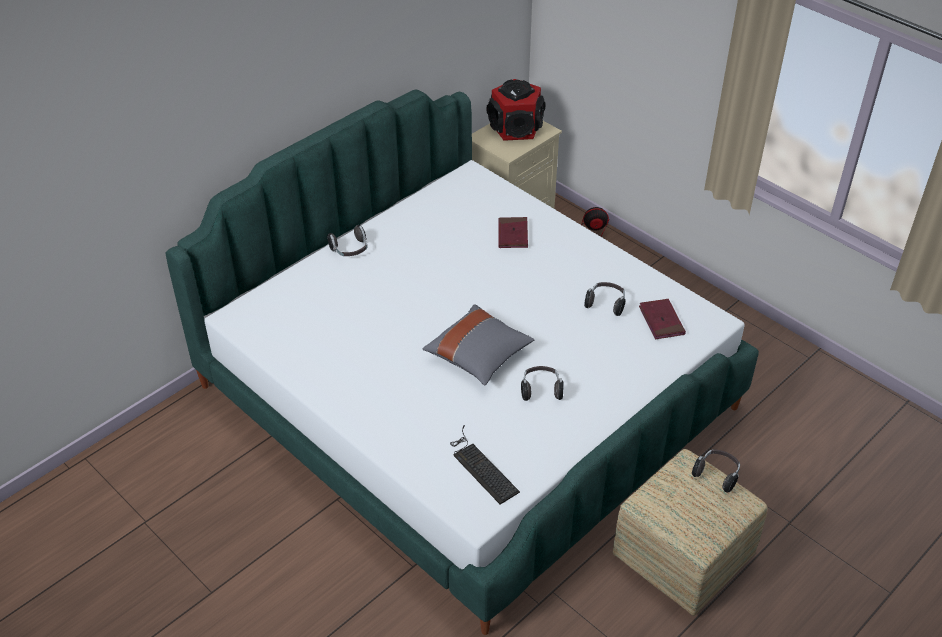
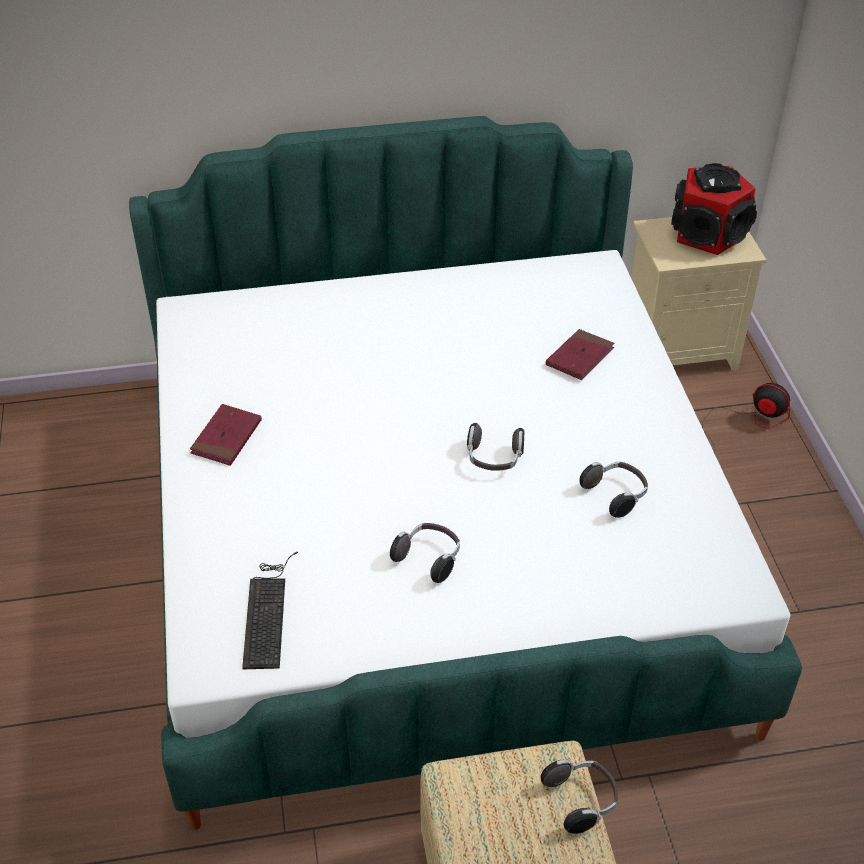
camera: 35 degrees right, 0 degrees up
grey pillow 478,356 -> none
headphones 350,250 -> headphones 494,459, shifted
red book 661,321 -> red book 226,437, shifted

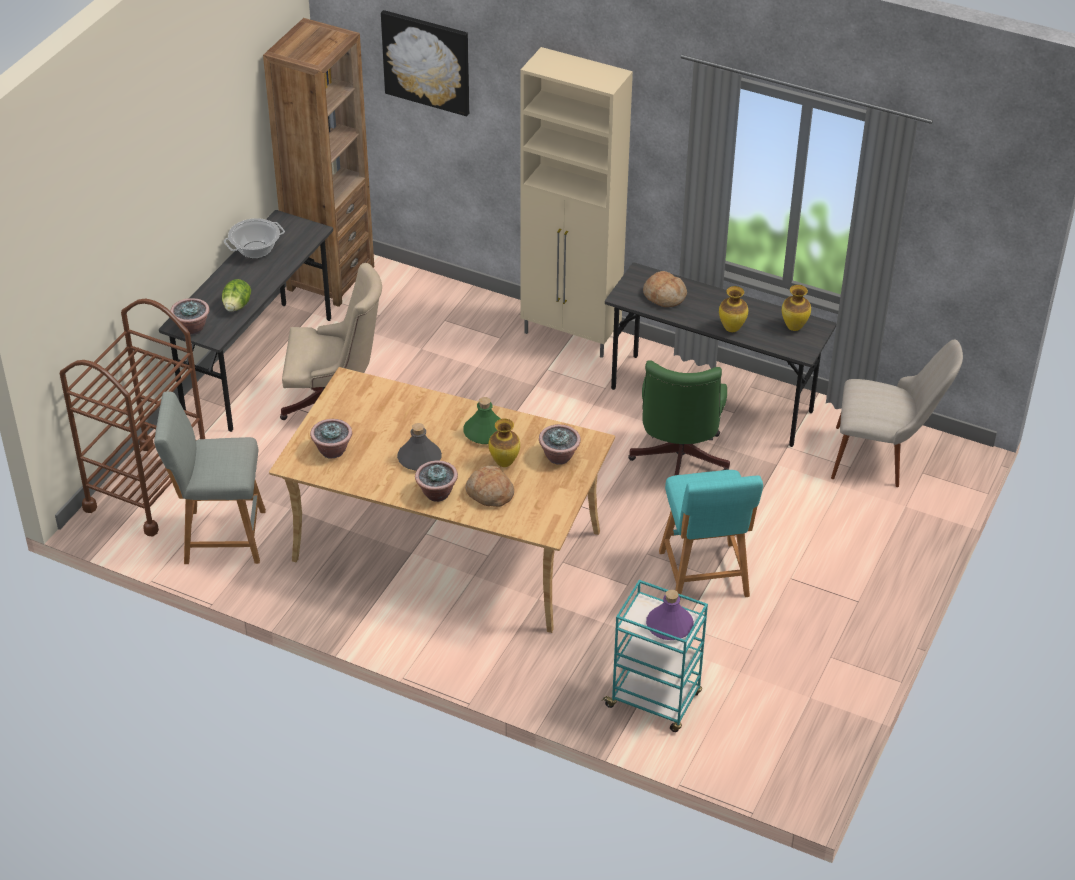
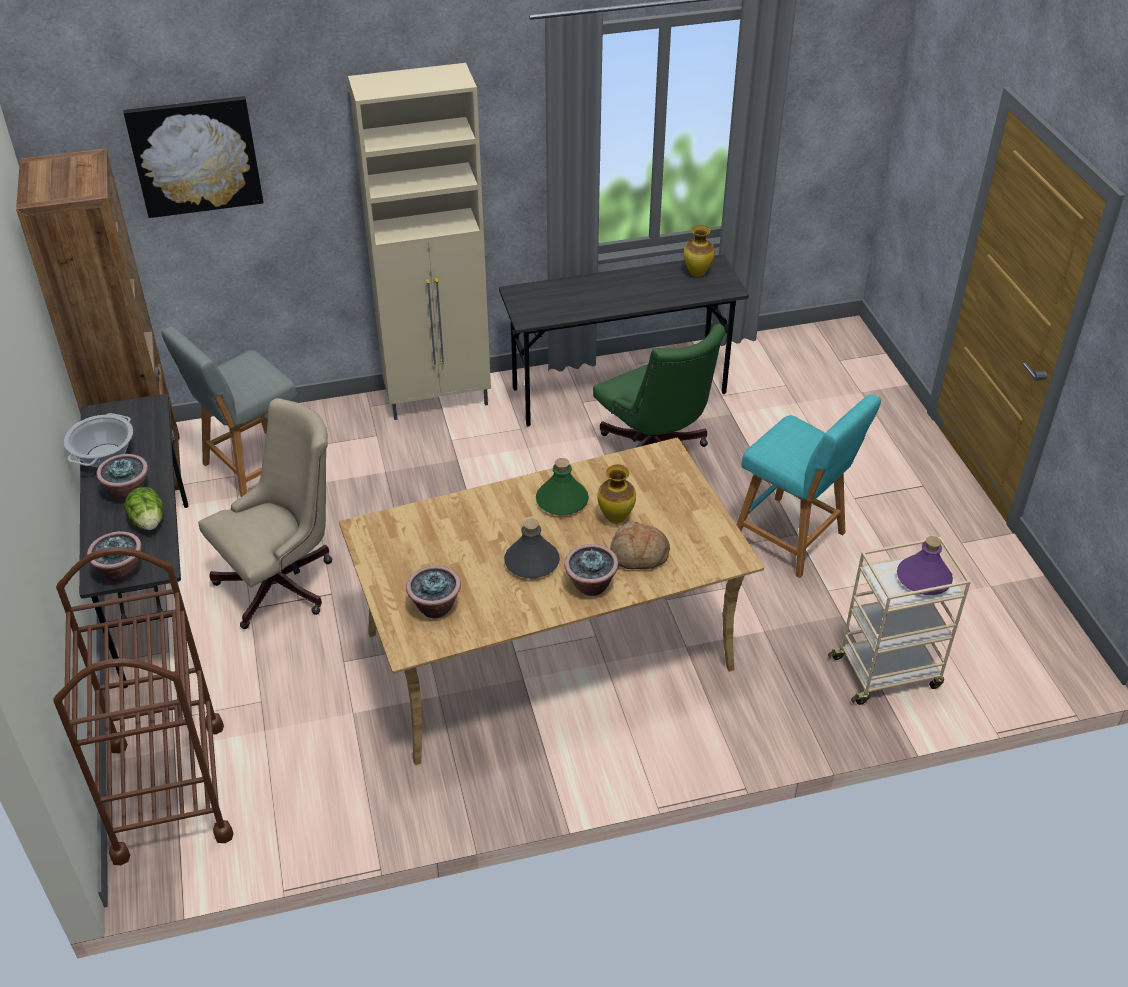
camera: 40 degrees left, 0 degrees up
bread 664,296 -> none
vase 732,328 -> none
beige chair 884,458 -> none
grey stool 219,536 -> grey stool 251,469, shifted
potted plant 559,457 -> potted plant 128,492, shifted
turquoise cart 654,700 -> beige cart 887,672

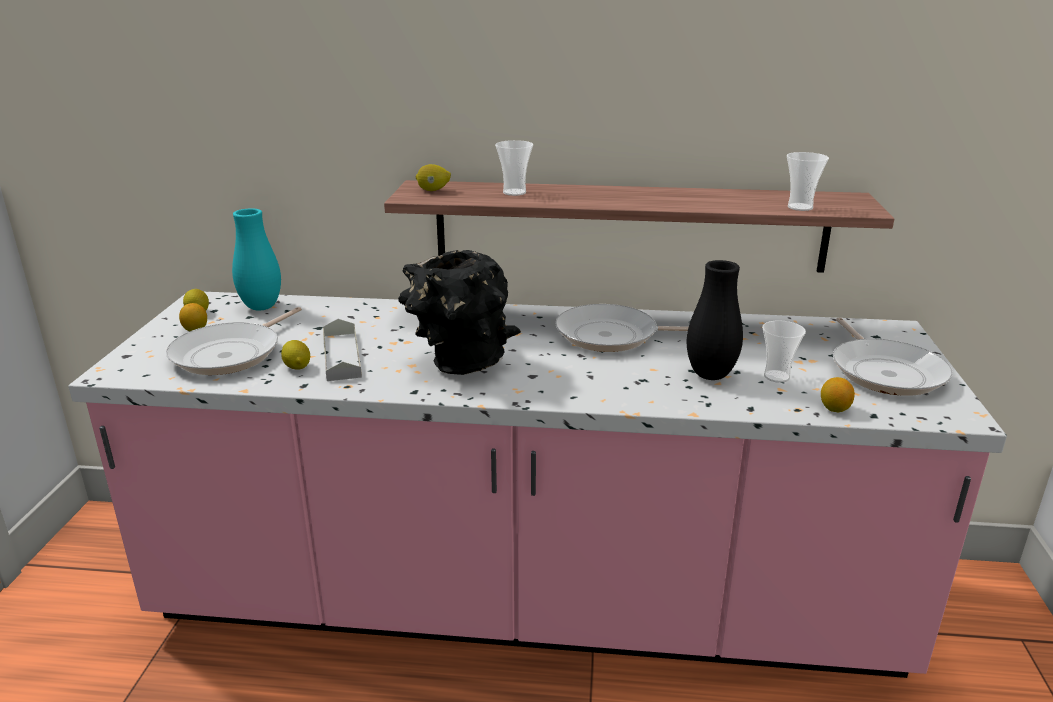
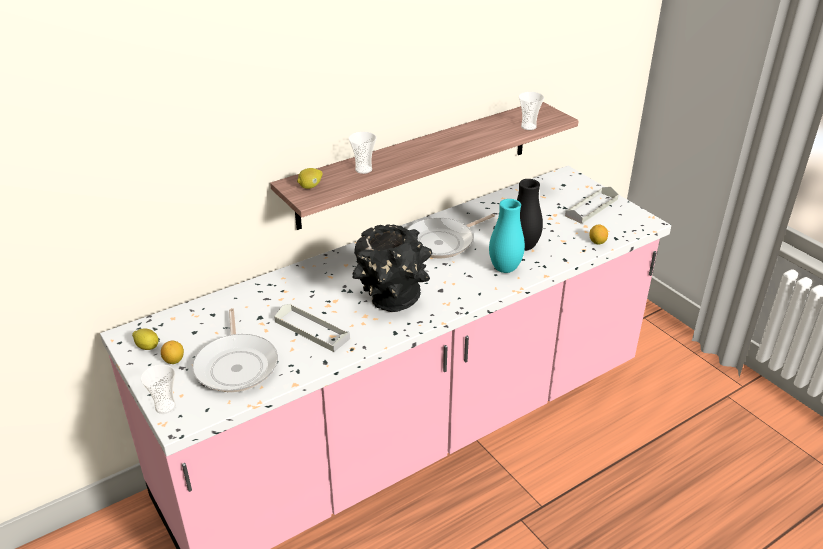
camera: 40 degrees left, 10 degrees up
lemon 297,367 -> none
turquoise vase 261,307 -> turquoise vase 505,268, shifted
cup 776,376 -> cup 165,406, shifted
frying pan 885,371 -> grey tray 591,207

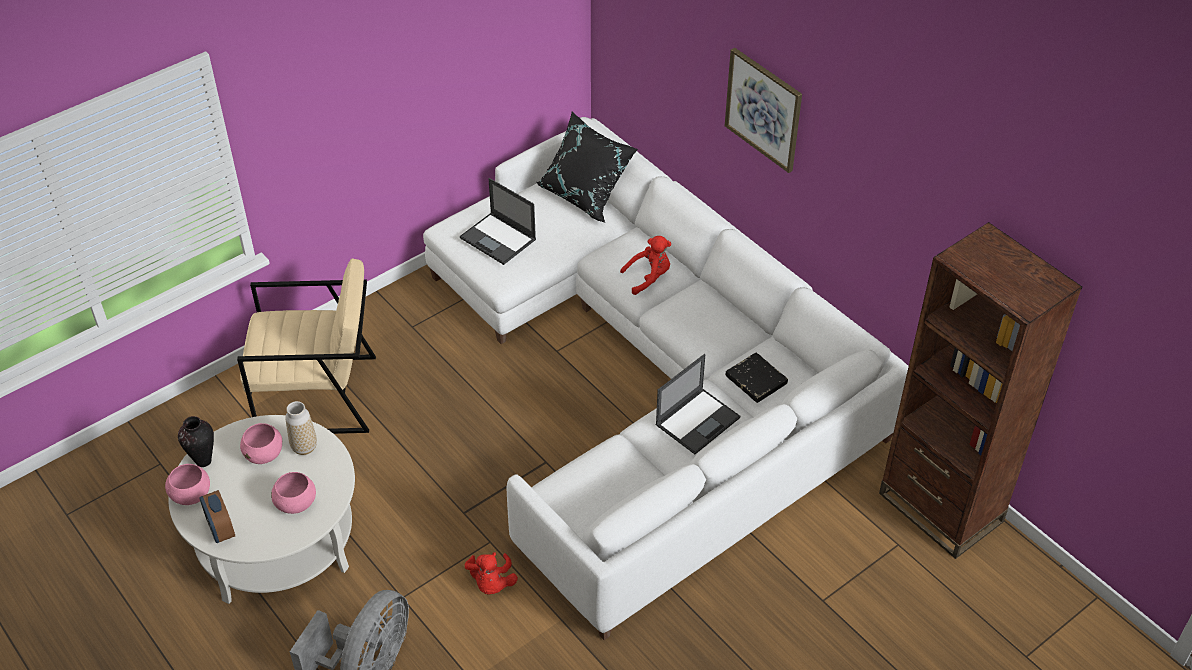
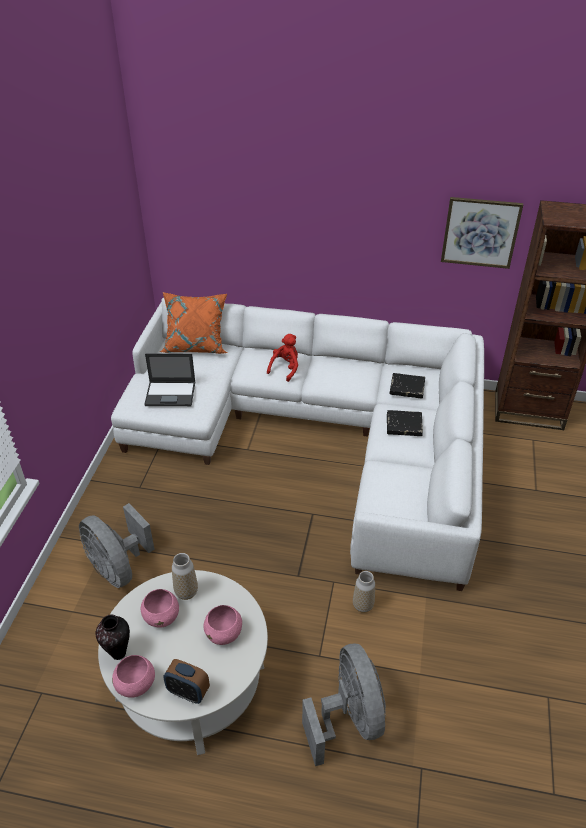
camera: 40 degrees left, 5 degrees down
picture 763,109 -> picture 480,232, shifted
beige armchair 317,395 -> grey fan 118,568
red plush toy 491,583 -> vase 363,605
laptop 698,420 -> black book 404,425
black pillow 585,194 -> orange pillow 196,345

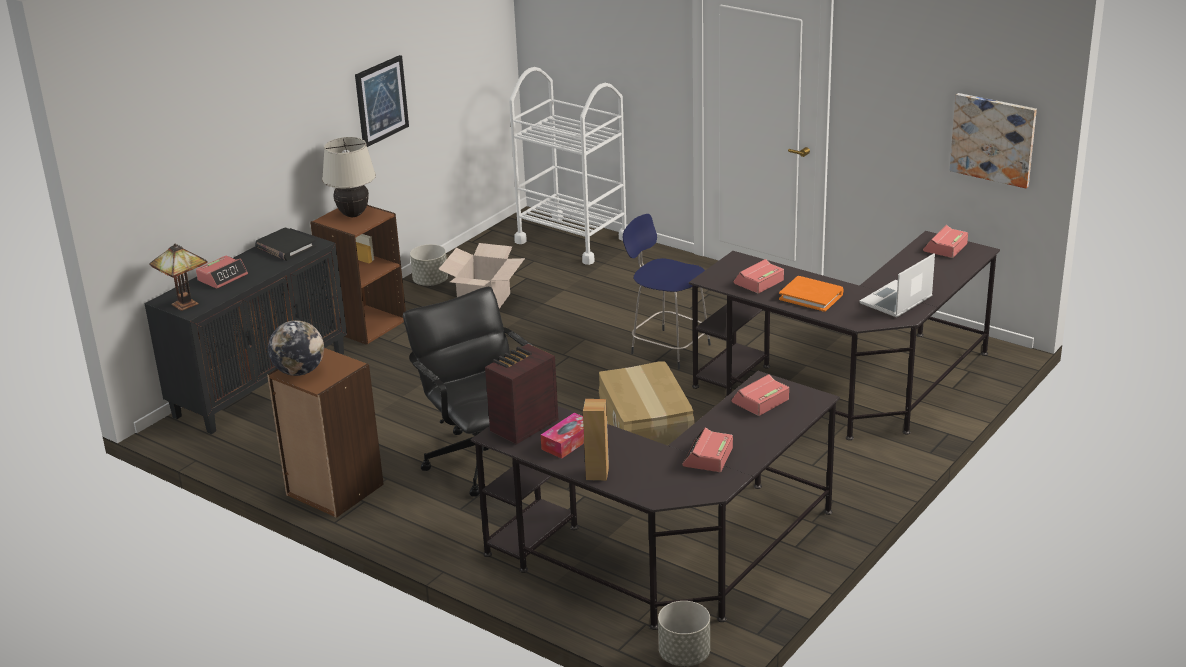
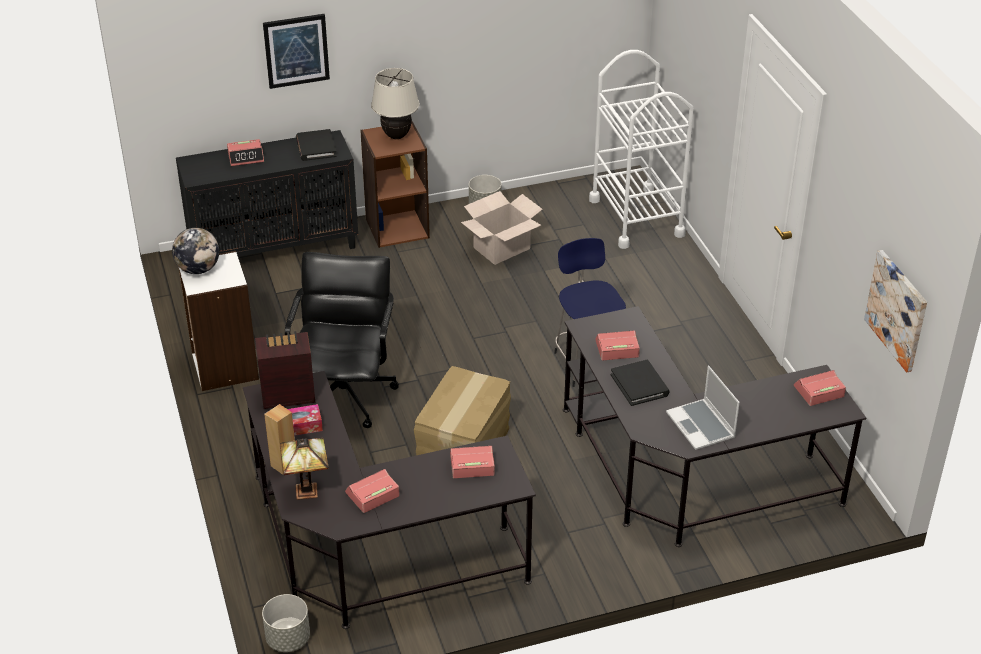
camera: 35 degrees right, 10 degrees up
table lamp 186,303 -> table lamp 308,490, shifted
picture 381,100 -> picture 296,50, shifted
brown bookcase 334,490 -> white bookcase 224,367
orange book 811,296 -> black book 640,385
laptop 896,301 -> laptop 702,426, 105 degrees counterclockwise

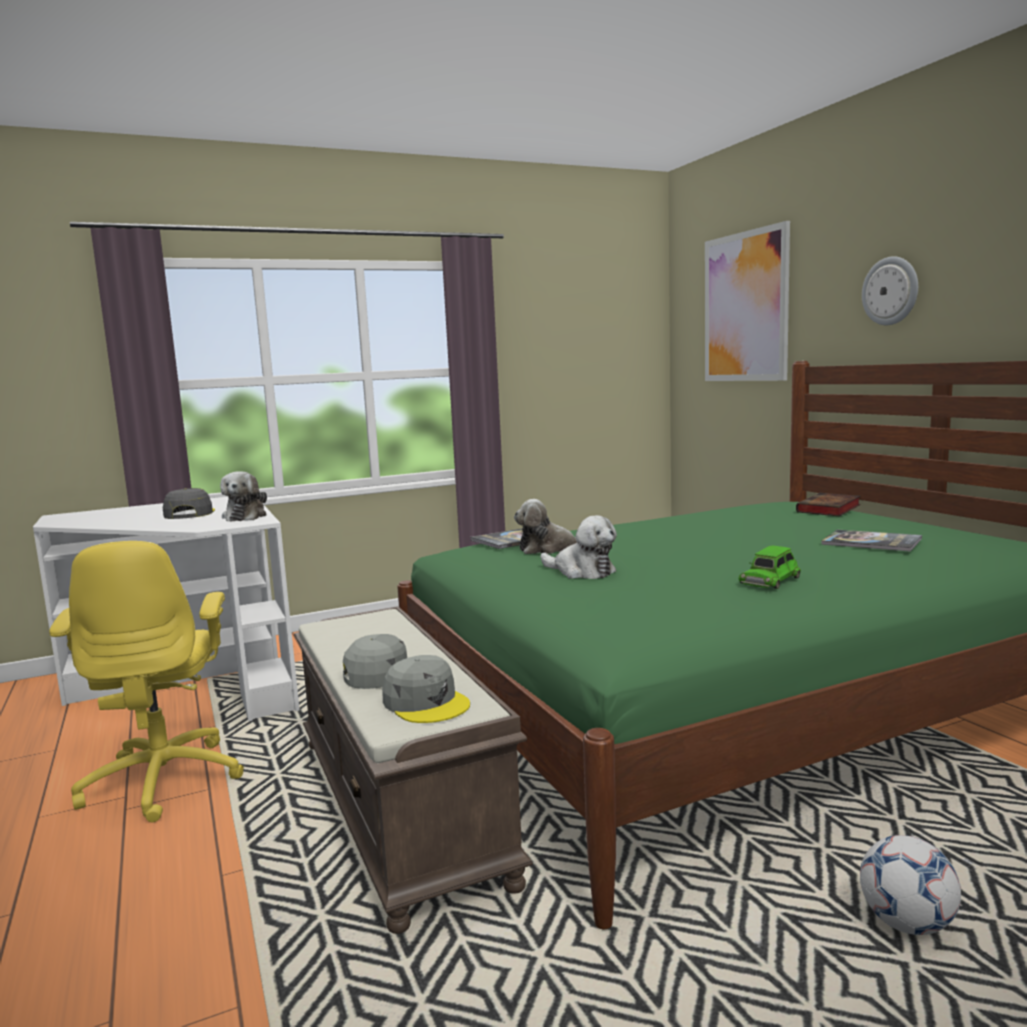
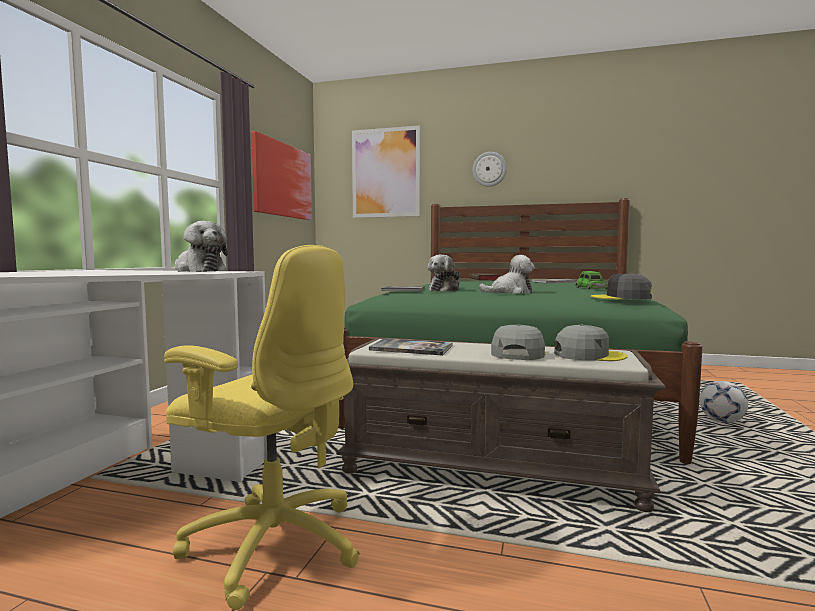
camera: 50 degrees left, 5 degrees down
none -> picture 282,180
none -> book 411,348
grey cap 189,514 -> grey cap 621,298, shifted

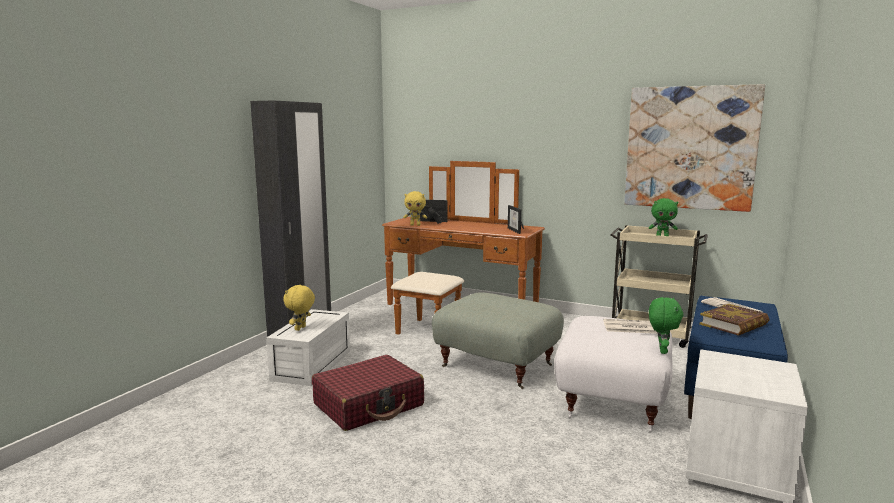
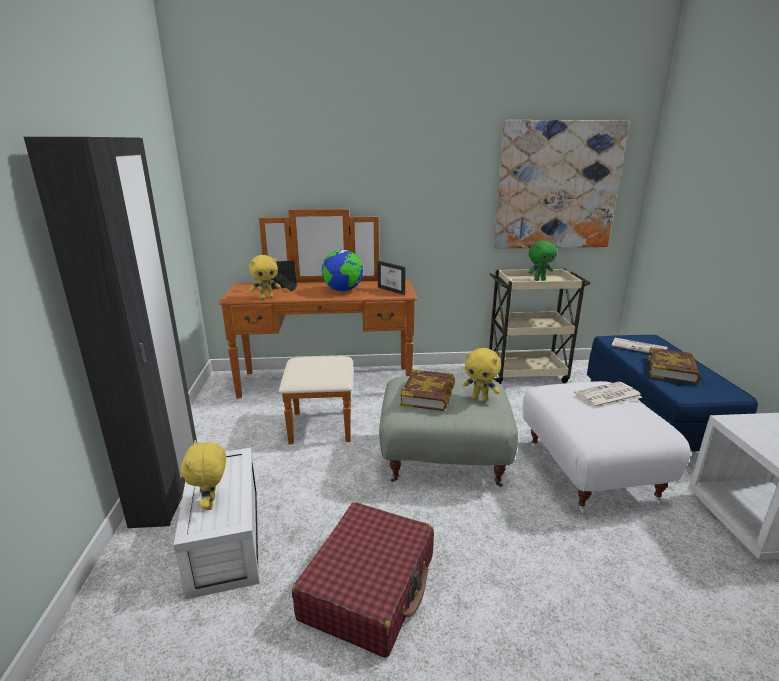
camera: 30 degrees left, 10 degrees up
green plush toy 661,350 -> none
none -> globe 343,290
none -> book 428,394
none -> yellow plush toy 480,399

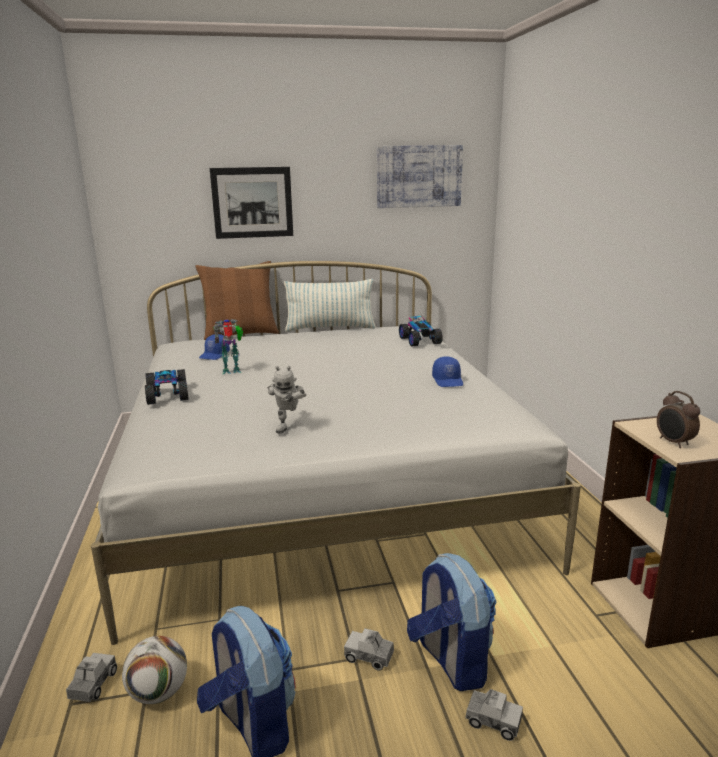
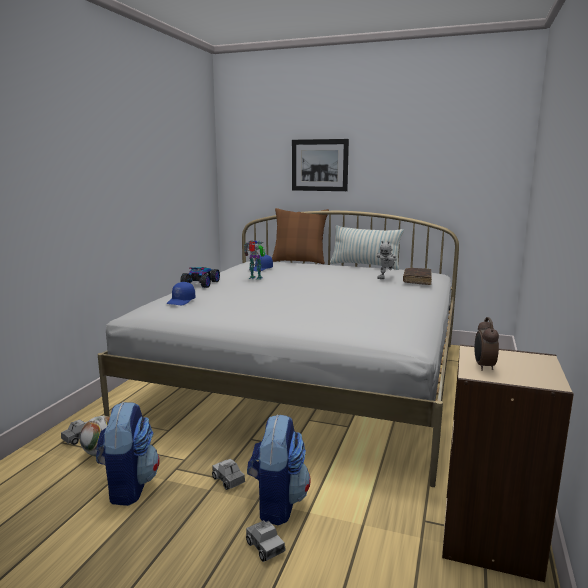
camera: 30 degrees right, 5 degrees down
picture 419,176 -> none
toy robot 288,426 -> toy robot 386,278, shifted
blue cap 448,381 -> blue cap 181,301, shifted
toy car 419,341 -> brown book 417,280

